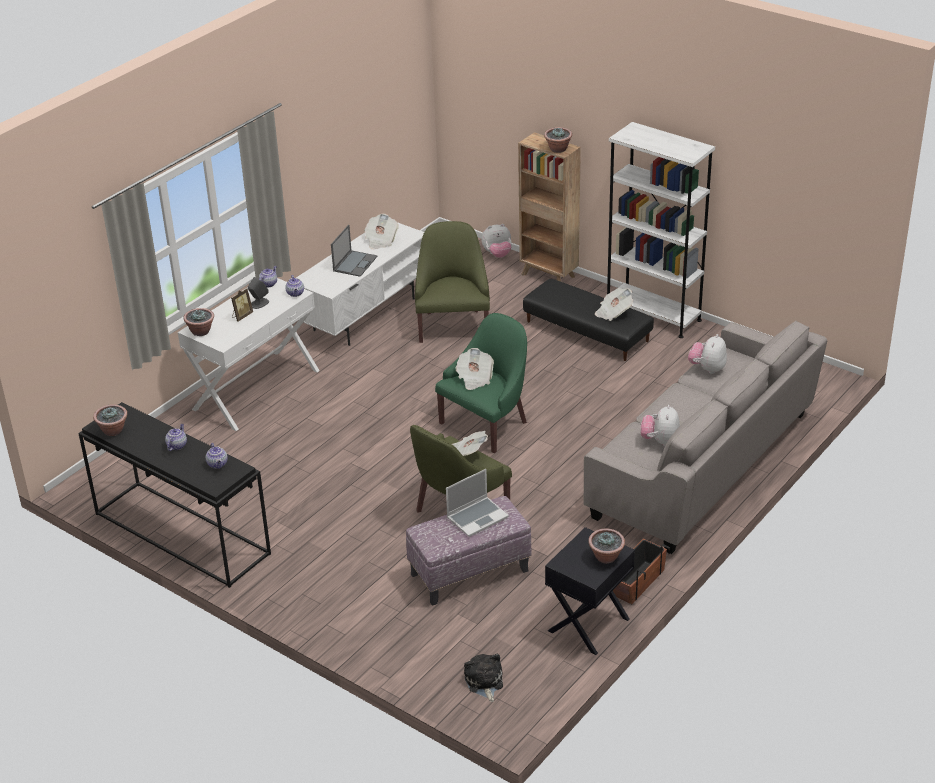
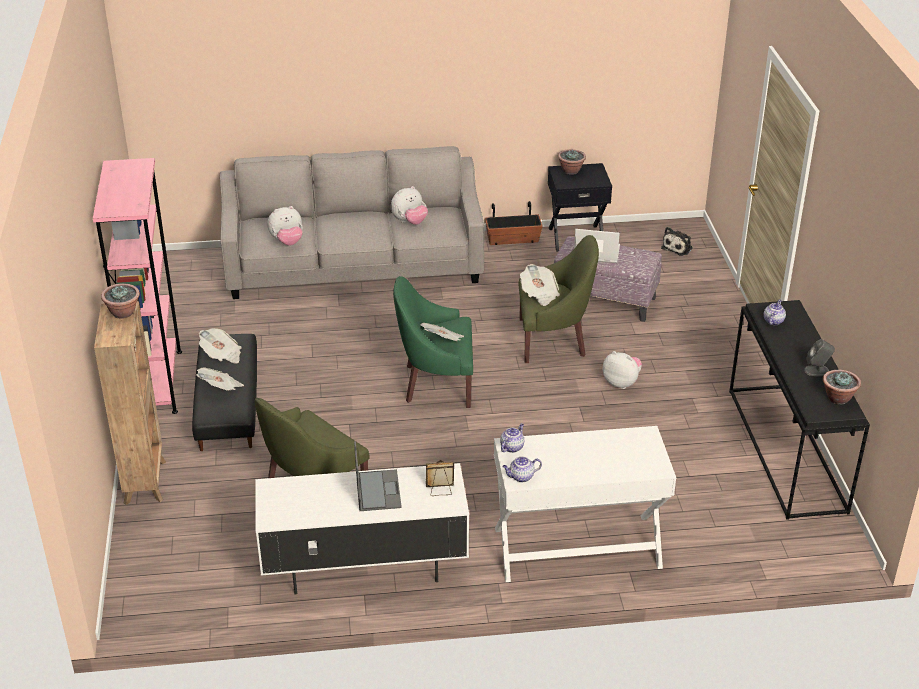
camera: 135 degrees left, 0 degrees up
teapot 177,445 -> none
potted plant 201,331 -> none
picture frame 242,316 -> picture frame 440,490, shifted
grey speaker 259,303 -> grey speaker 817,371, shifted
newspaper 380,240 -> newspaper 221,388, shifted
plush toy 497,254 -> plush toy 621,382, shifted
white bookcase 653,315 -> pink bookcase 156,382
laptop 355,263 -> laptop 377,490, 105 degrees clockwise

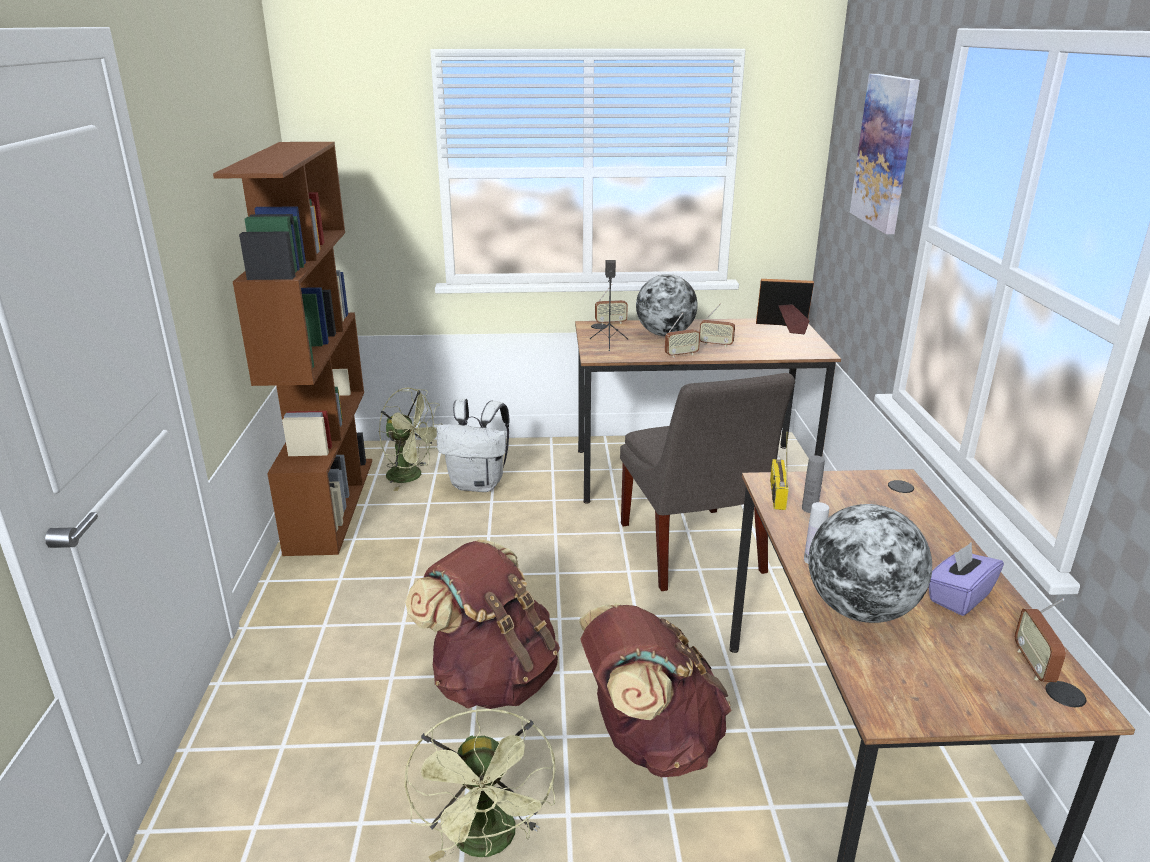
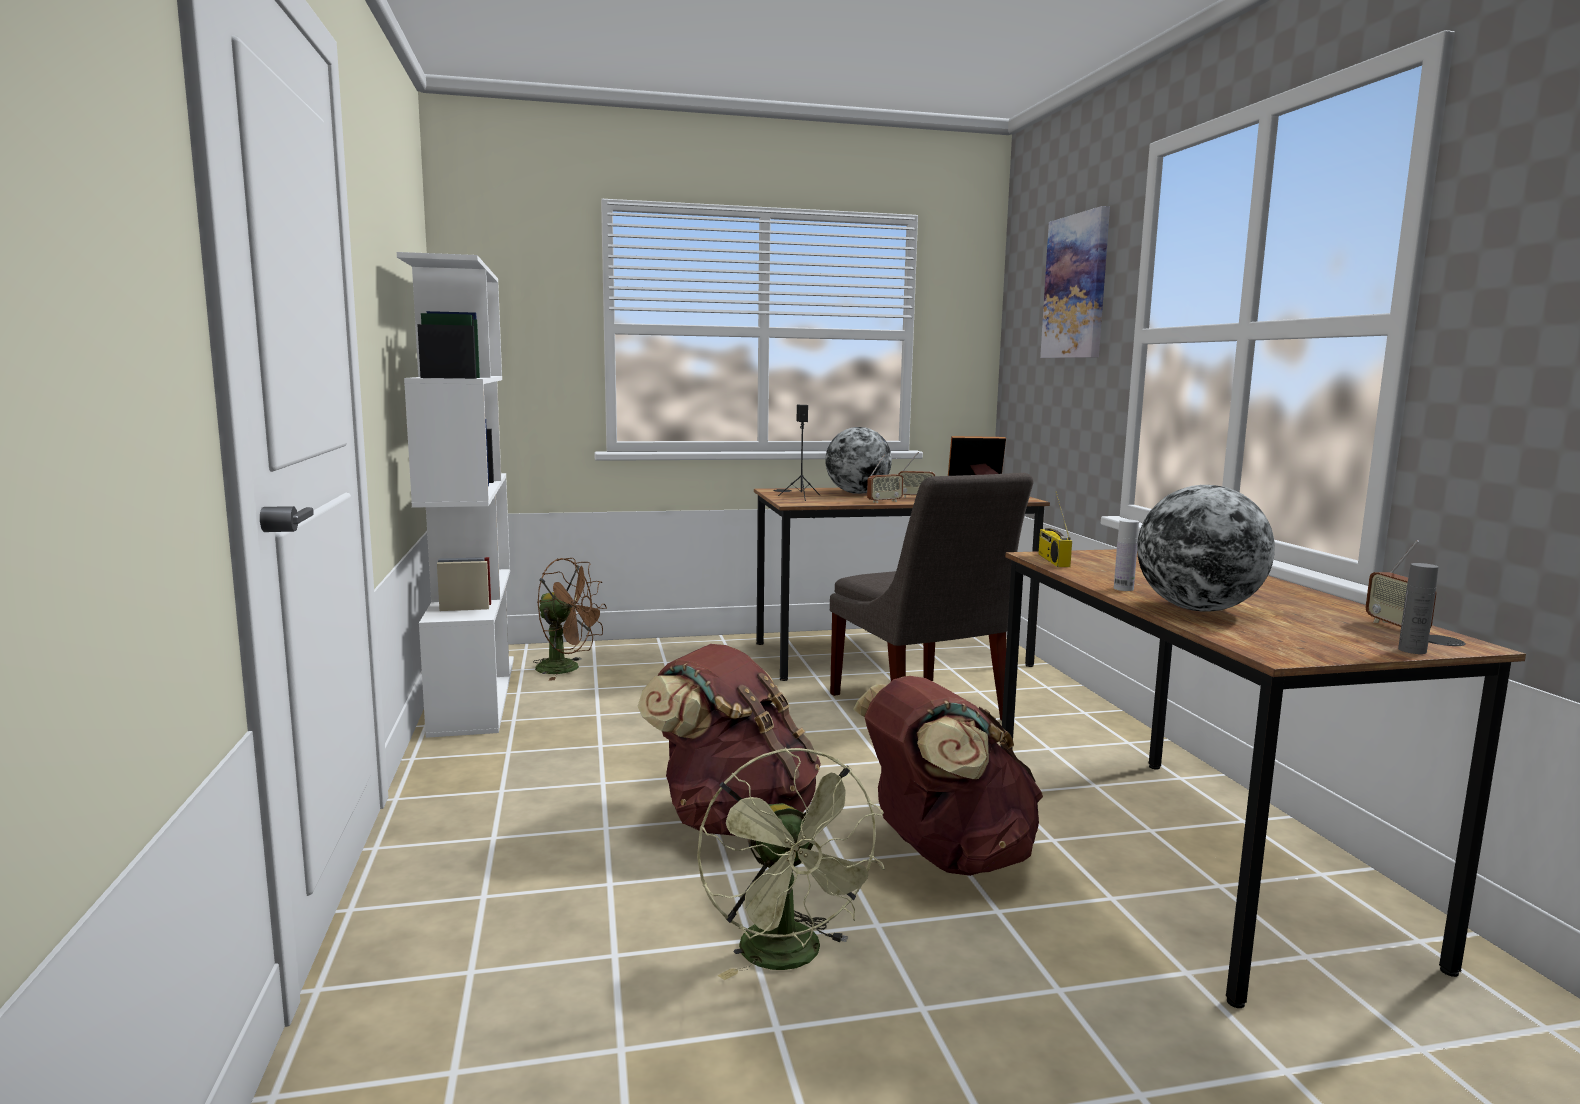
camera: 10 degrees left, 15 degrees down
white backpack 478,484 -> none
radio 611,323 -> none
purple tissue box 958,597 -> none
grey bottle 809,509 -> grey bottle 1412,650, shifted
brown bookcase 330,503 -> white bookcase 473,693
green fan 412,476 -> brown fan 567,669

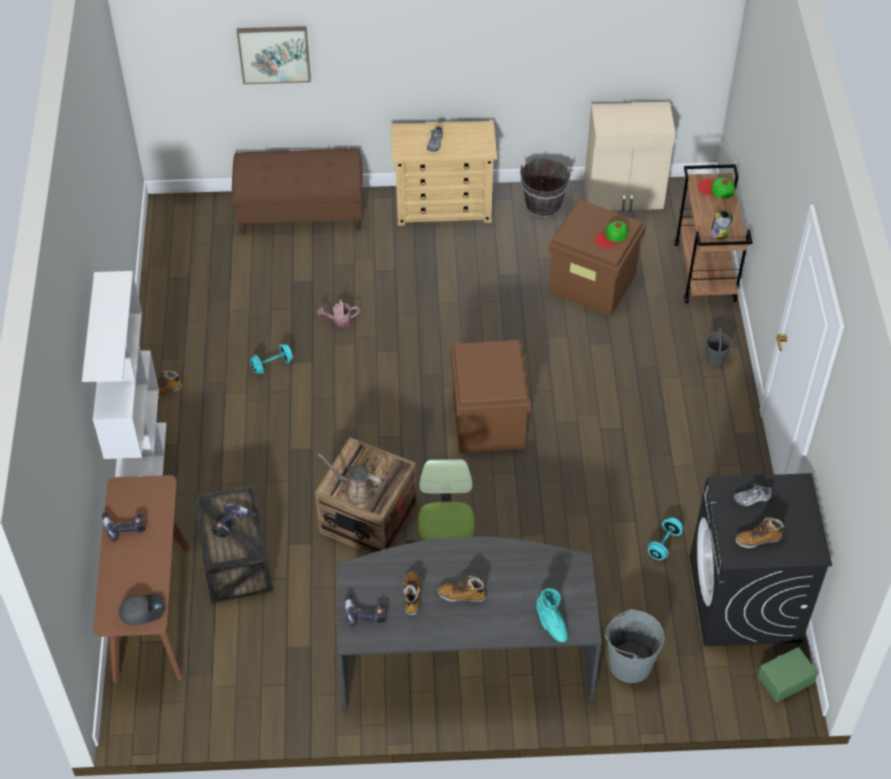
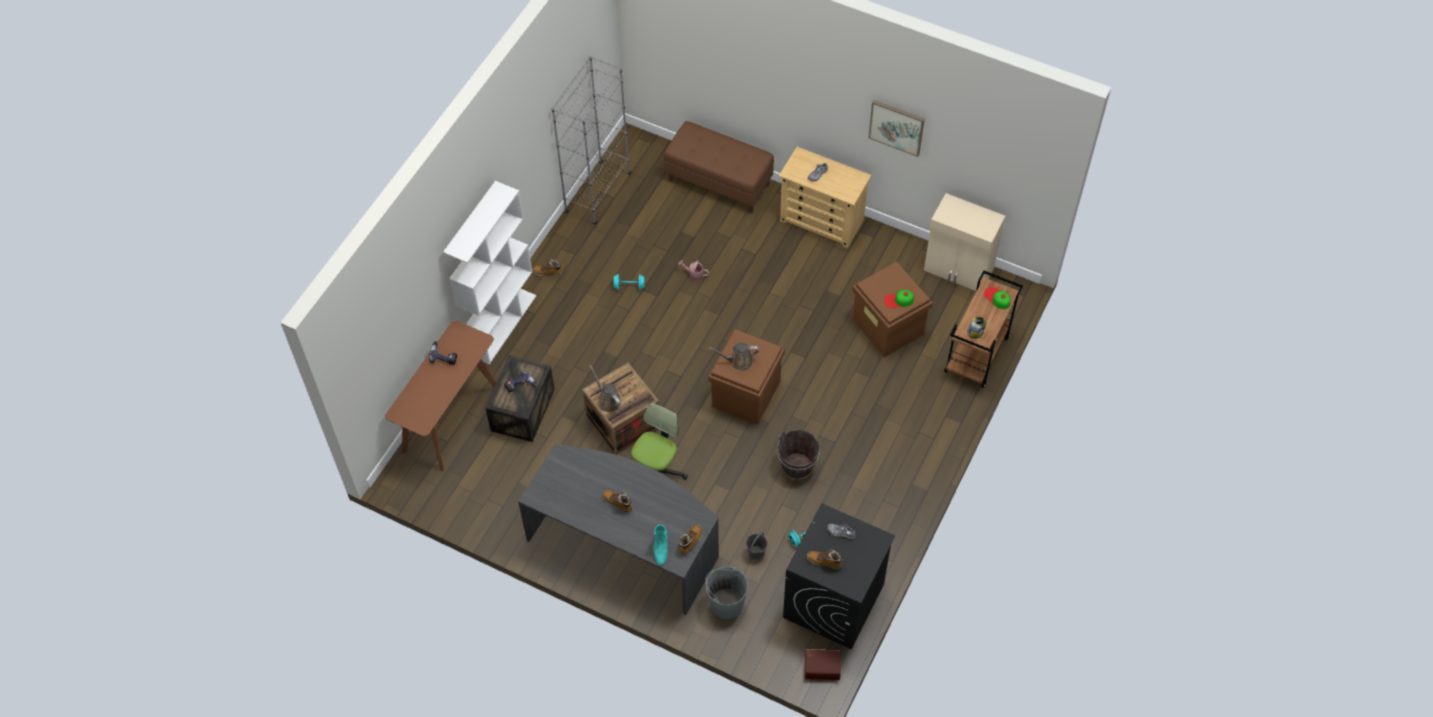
camera: 30 degrees right, 5 degrees up
grey cap 142,610 -> none
power drill 365,612 -> none
none -> grey bookcase 597,193
none -> brown watering can 738,361
picture 274,54 -> picture 896,127, shifted
boot 412,596 -> boot 690,542, shifted
brown bucket 543,207 -> brown bucket 797,467, shifted
grey bucket 715,358 -> grey bucket 756,553, shifted
green storage box 785,678 -> brown storage box 822,666

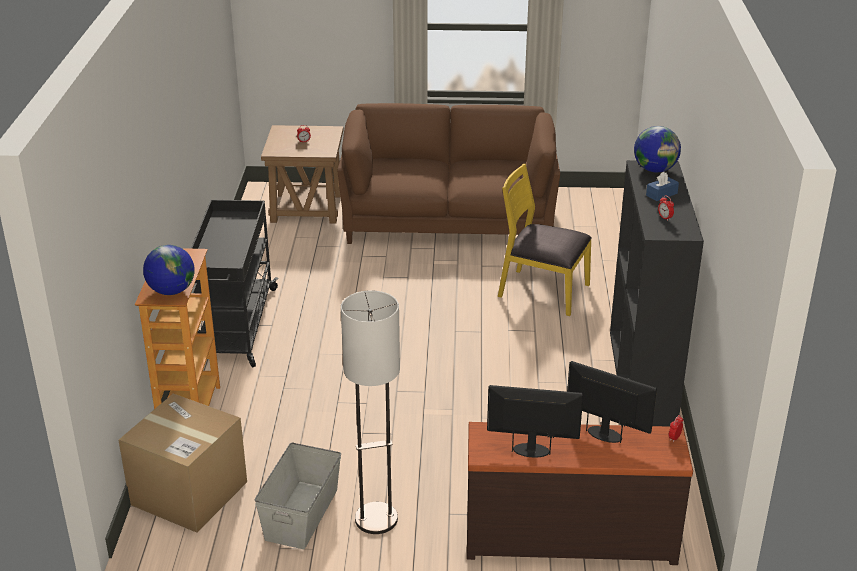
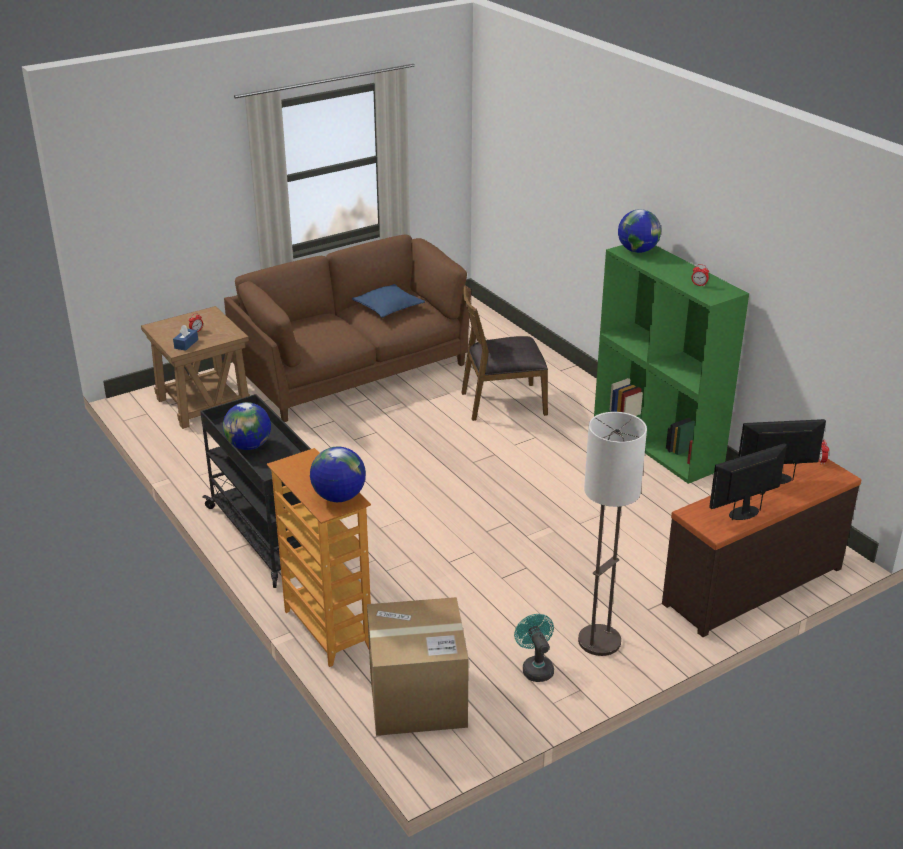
camera: 35 degrees left, 0 degrees up
none -> globe 249,446
none -> blue pillow 388,307
blue tissue box 661,194 -> blue tissue box 186,344, shifted
grey storage box 301,514 -> turquoise fan 535,667
yellow chair 542,291 -> brown chair 502,402
black bookcase 643,378 -> green bookcase 658,442

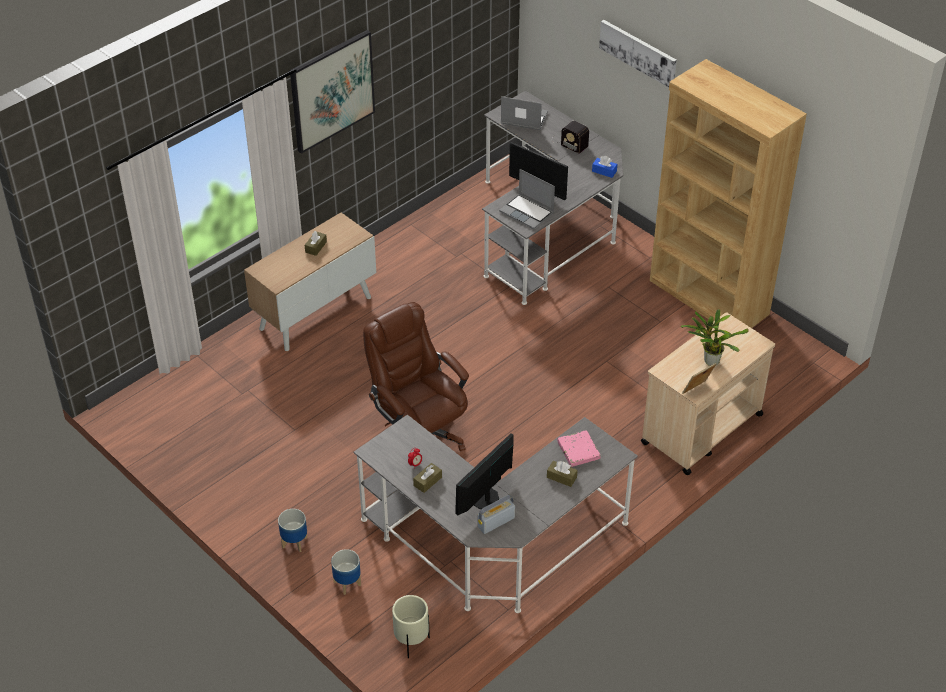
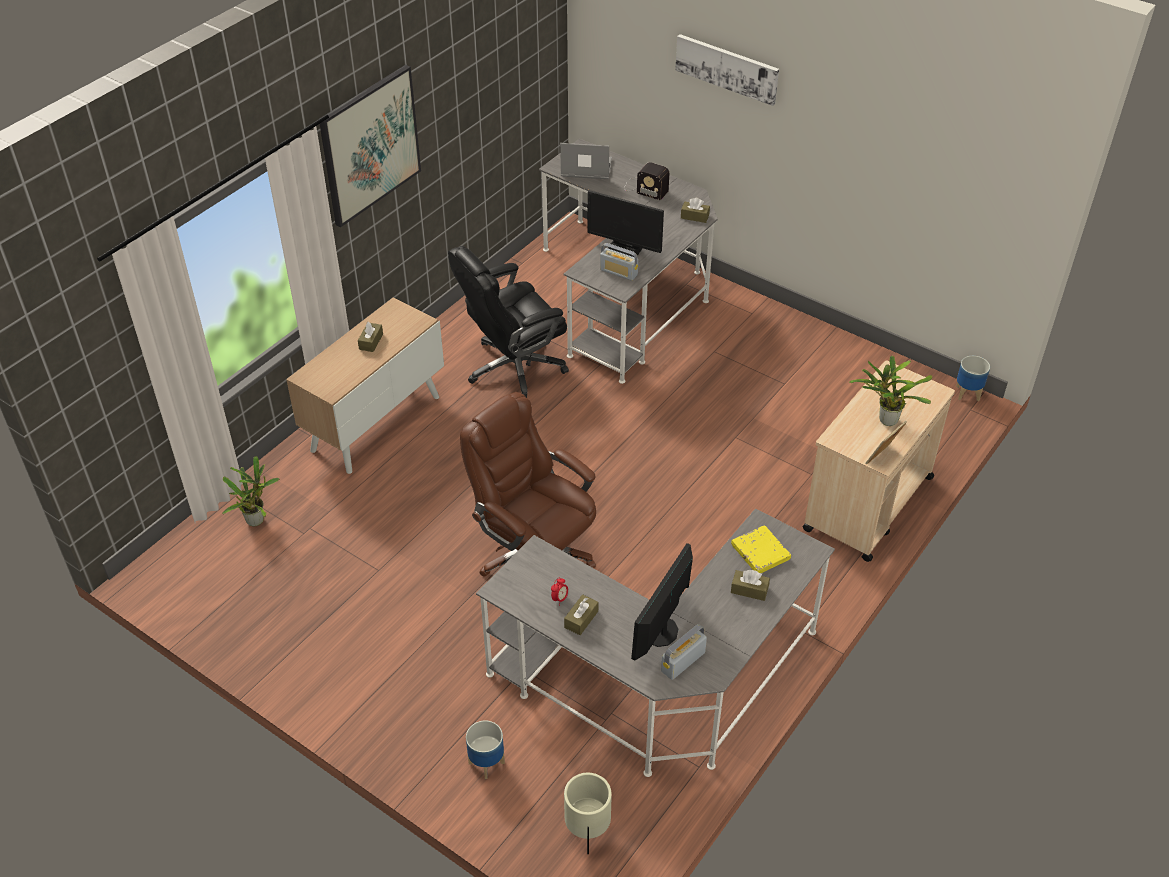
camera: 10 degrees left, 0 degrees up
brown bookcase 708,298 -> none
none -> potted plant 257,519
none -> black office chair 513,368
planter 295,542 -> planter 968,393, shifted
laptop 527,212 -> radio 618,272
pink book 578,450 -> yellow book 760,552
blue tissue box 604,171 -> brown tissue box 694,216

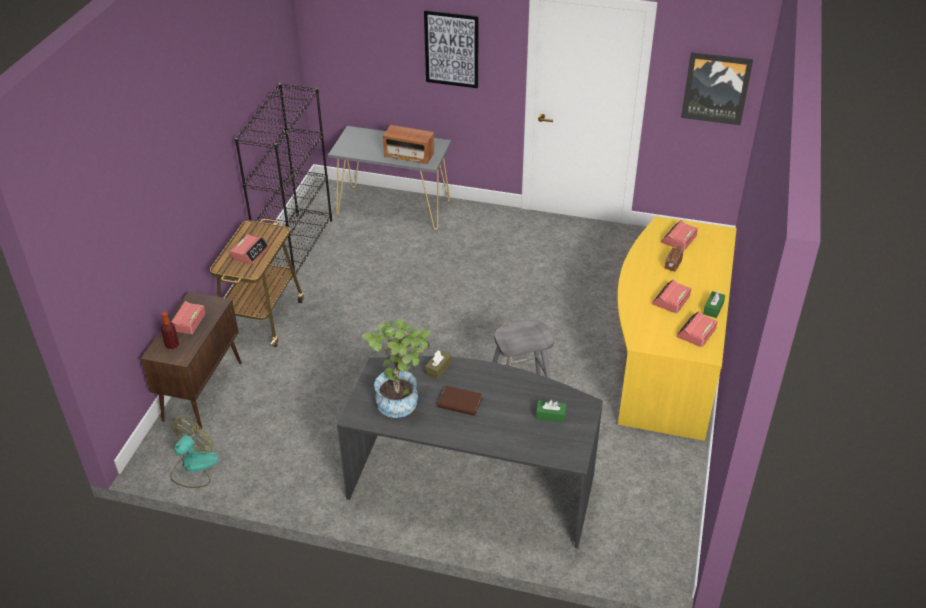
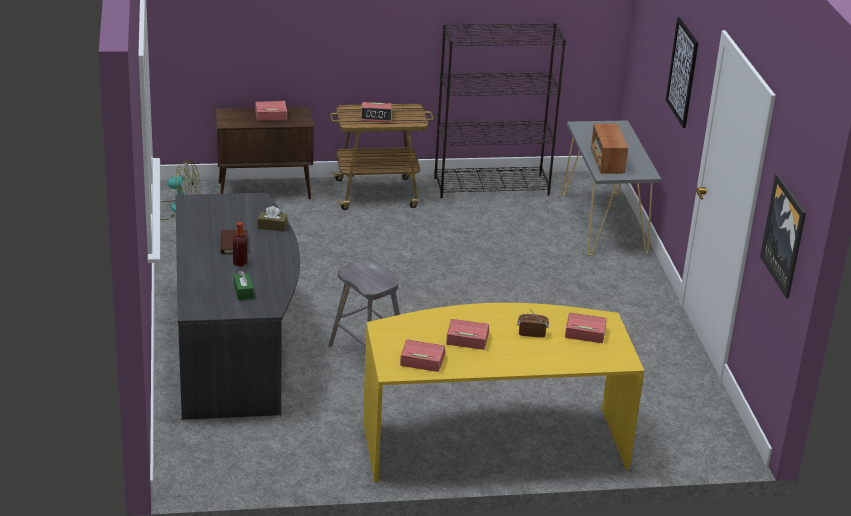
camera: 65 degrees right, 10 degrees down
potted plant 401,399 -> none
green tissue box 713,308 -> none
bottle 172,345 -> bottle 240,263, shifted

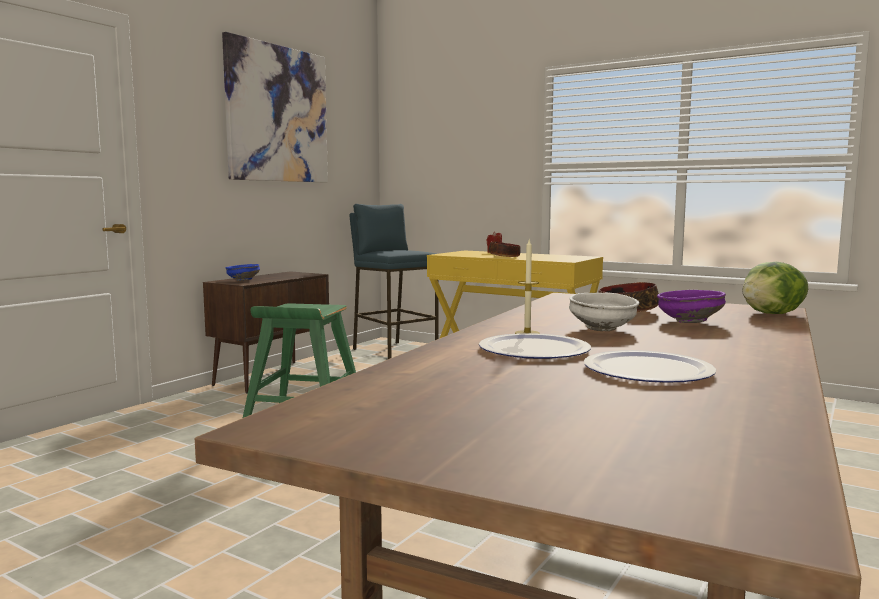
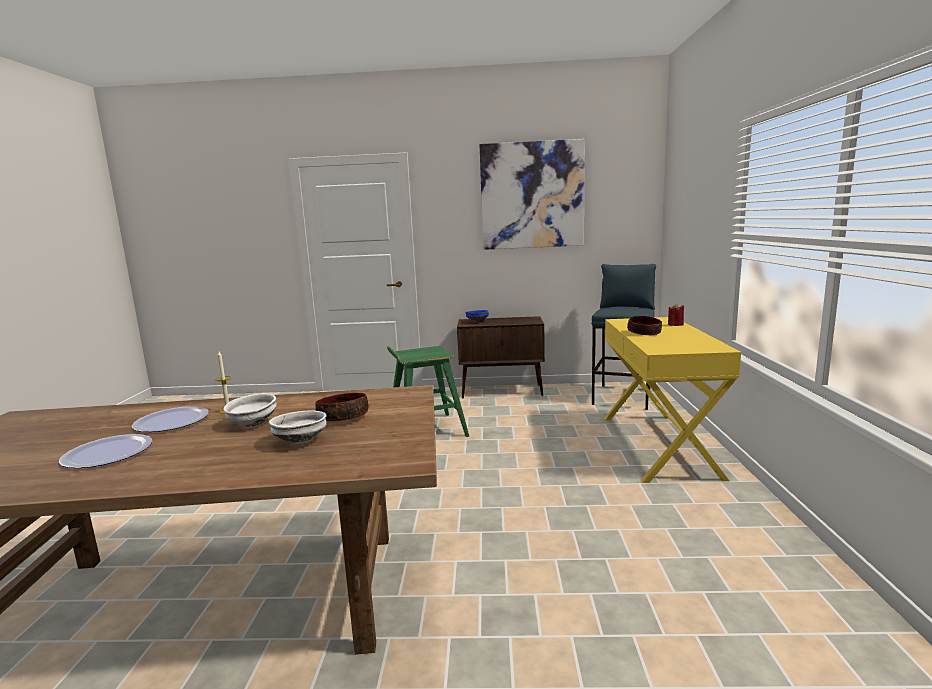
camera: 60 degrees right, 5 degrees up
lettuce 773,314 -> none
purple bowl 688,322 -> white bowl 301,440

